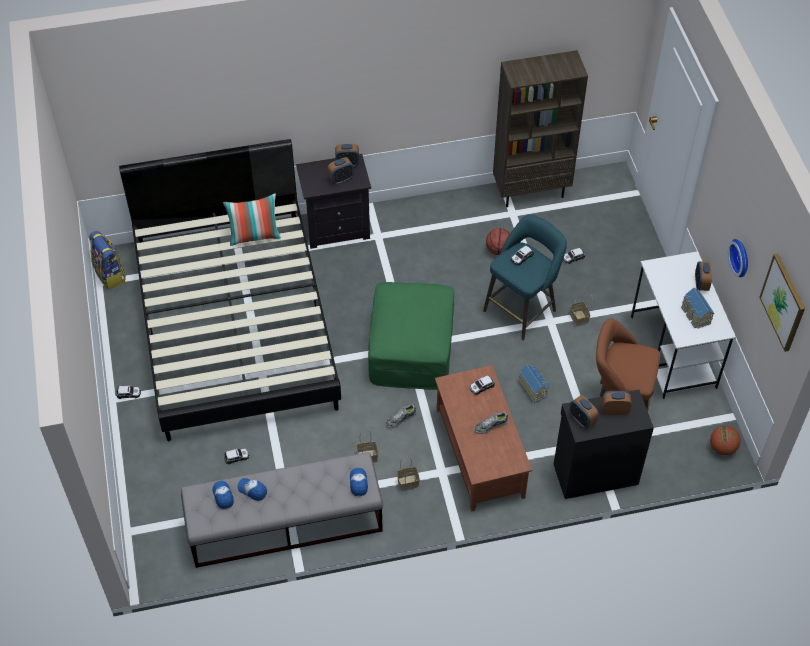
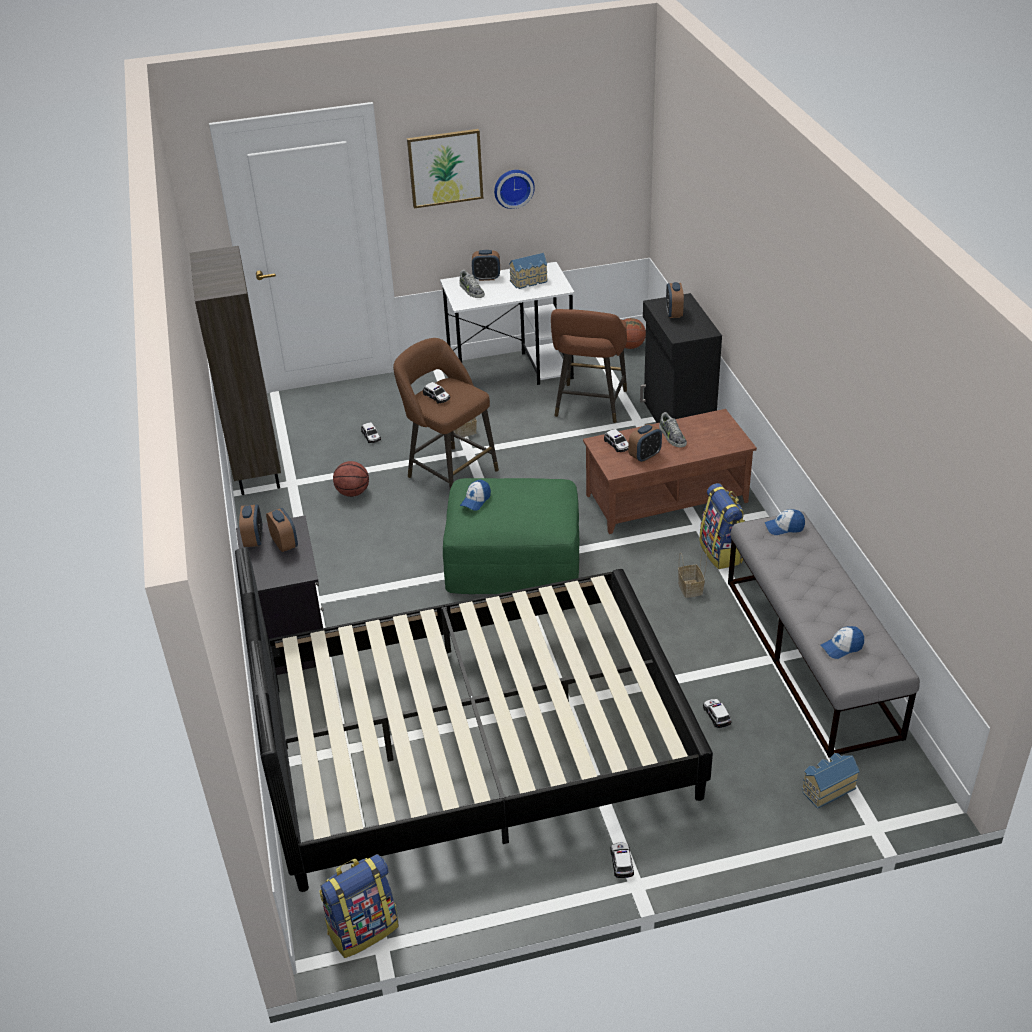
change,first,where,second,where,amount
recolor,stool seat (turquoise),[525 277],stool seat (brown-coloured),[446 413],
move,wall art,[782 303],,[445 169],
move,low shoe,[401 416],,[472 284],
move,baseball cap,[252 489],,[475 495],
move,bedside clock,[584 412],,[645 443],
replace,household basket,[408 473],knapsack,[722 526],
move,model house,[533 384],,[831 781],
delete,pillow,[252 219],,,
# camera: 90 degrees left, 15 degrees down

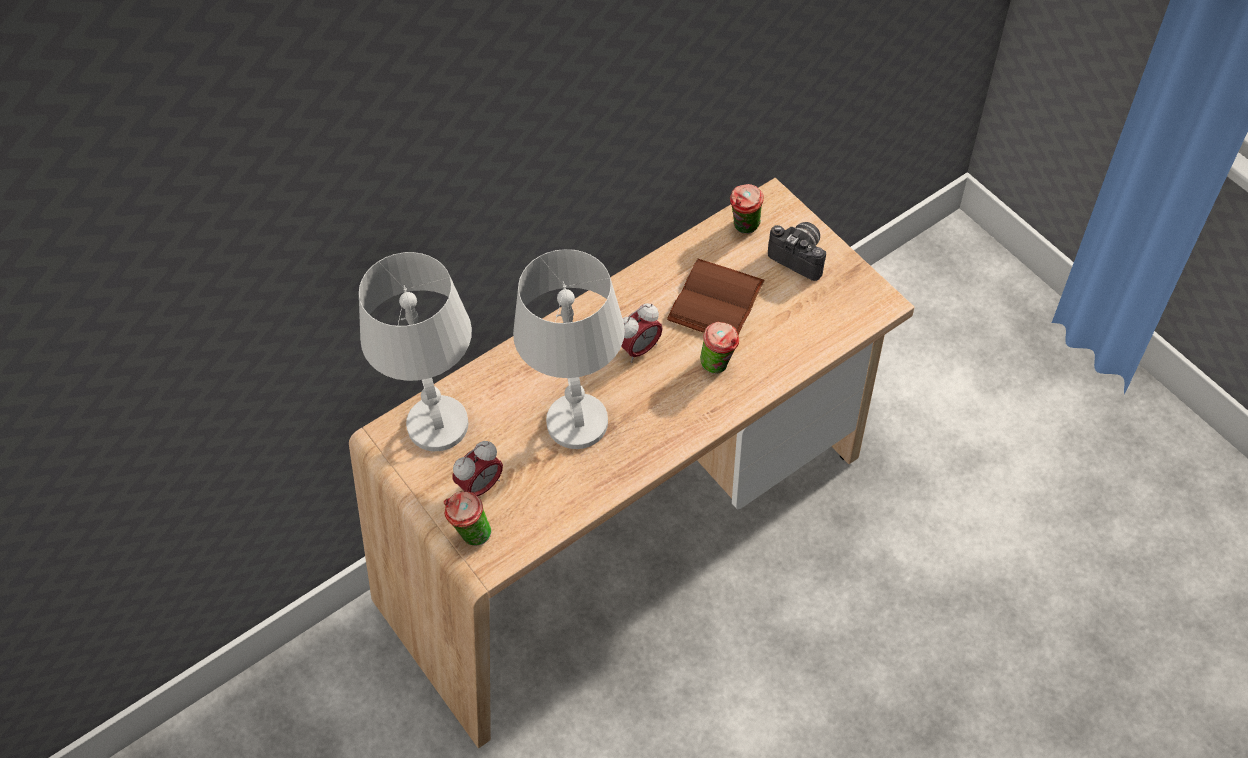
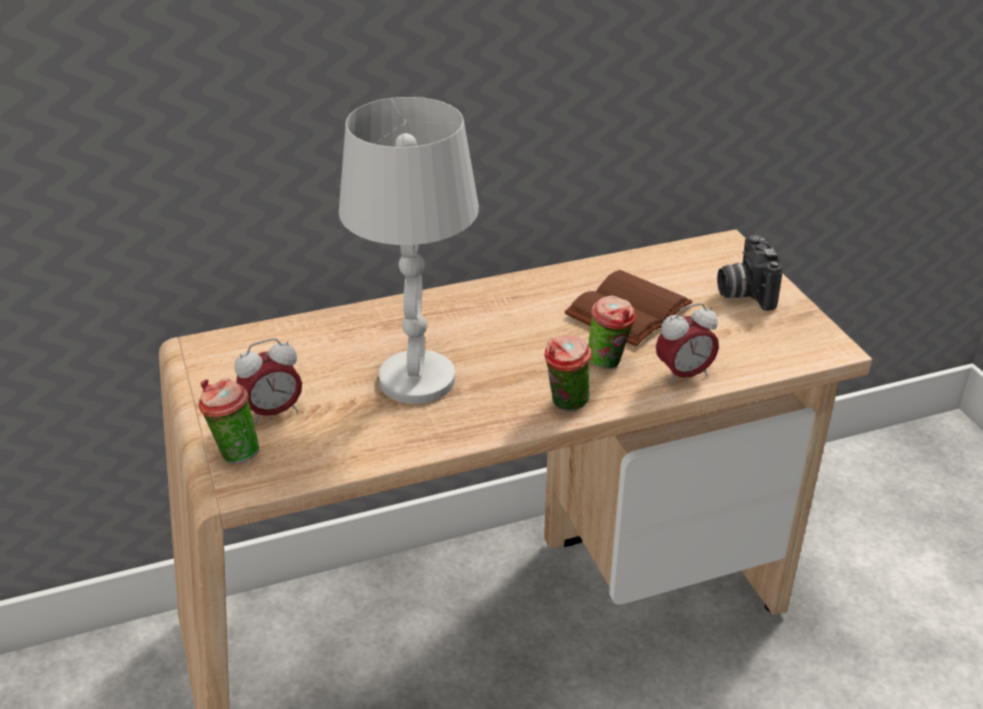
change,first,where,second,where,amount
move,drinking cup,[747 209],,[568 374],
move,bedside clock,[642 333],,[687 344],
rotate,still camera,[797 251],,[750 273],150 degrees counterclockwise
delete,tabletop lamp (white-coloured),[415 351],,,
# camera: 15 degrees right, 20 degrees down

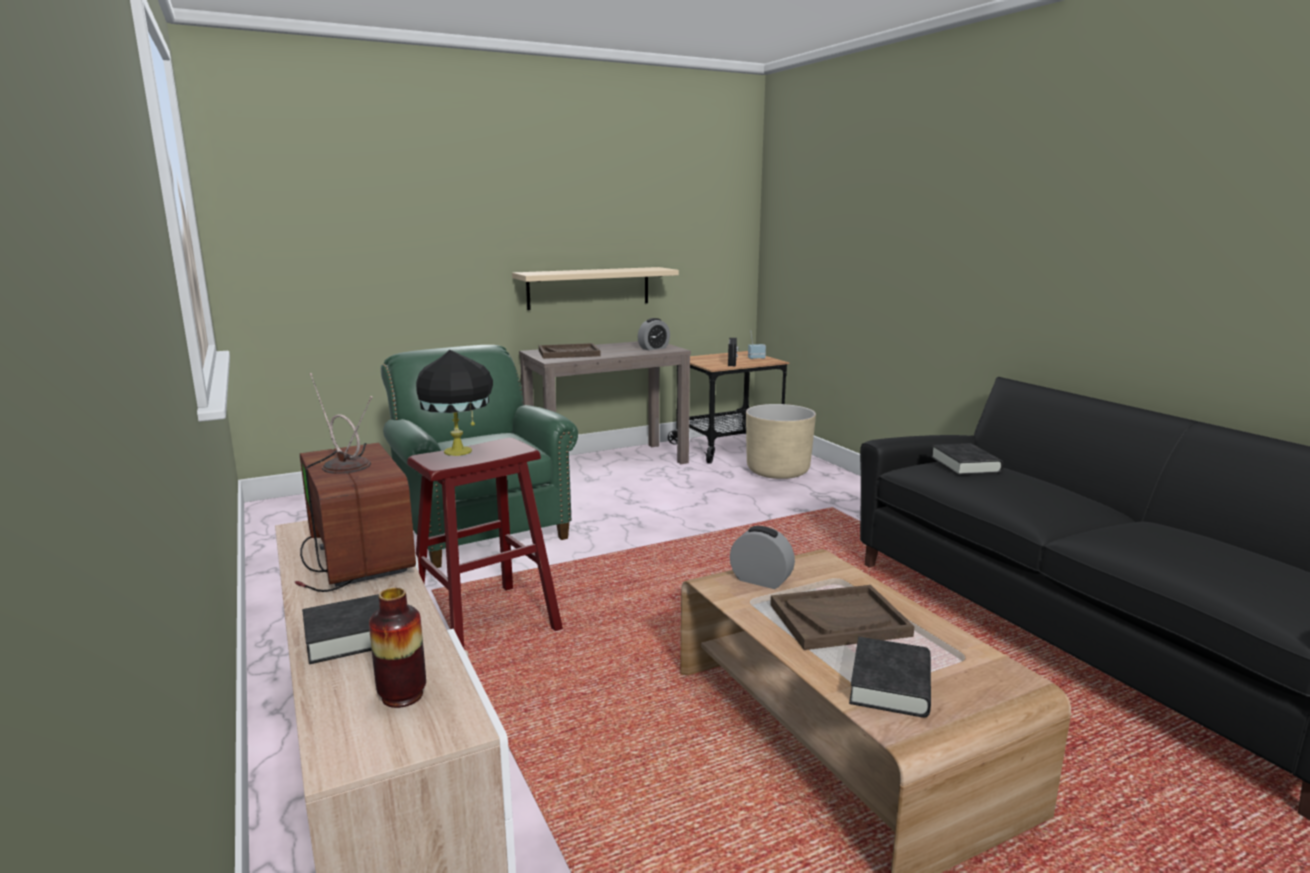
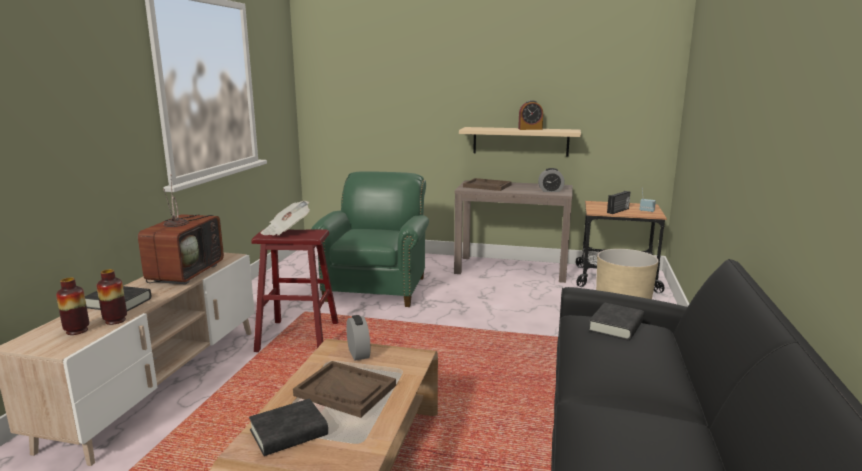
change,first,where,second,where,amount
insert,,,vase,[112 297],
replace,tabletop lamp (black),[454 403],daily paper,[285 218],
insert,,,bedside clock,[530 115],
# camera: 40 degrees right, 0 degrees up

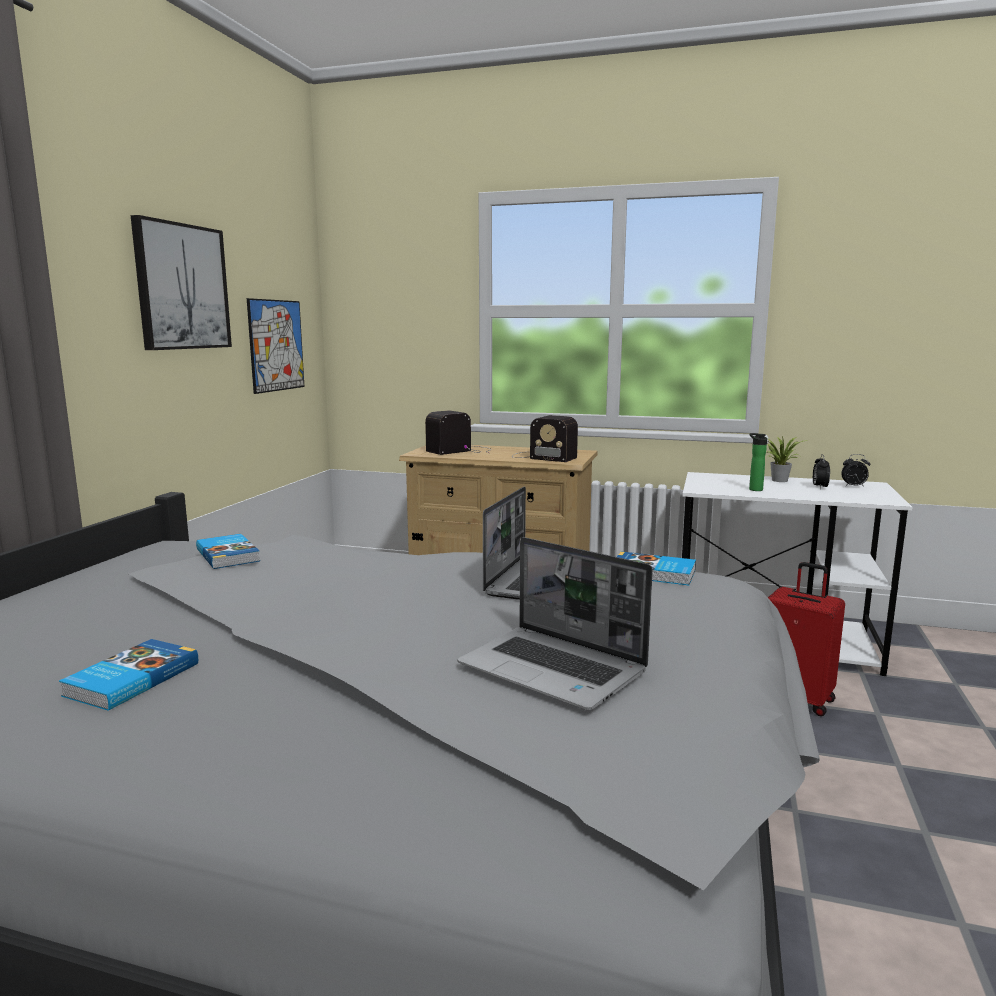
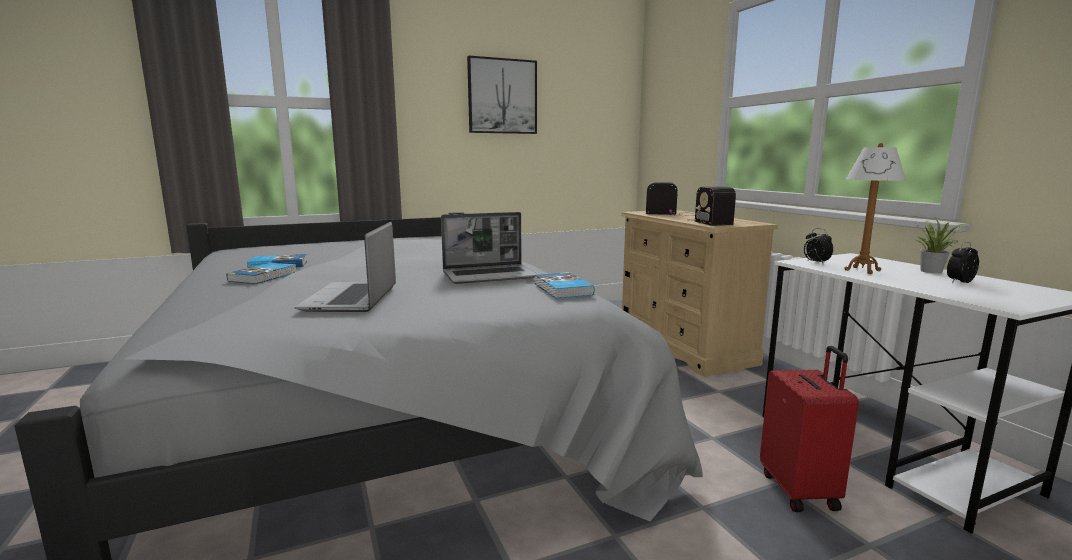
change,first,where,second,where,amount
move,book,[228 551],,[261 273],
move,bedside clock,[855 470],,[818 245],
replace,bottle,[758 462],tabletop lamp,[875 208],
delete,wall art,[276 346],,,
# camera: 50 degrees right, 0 degrees up

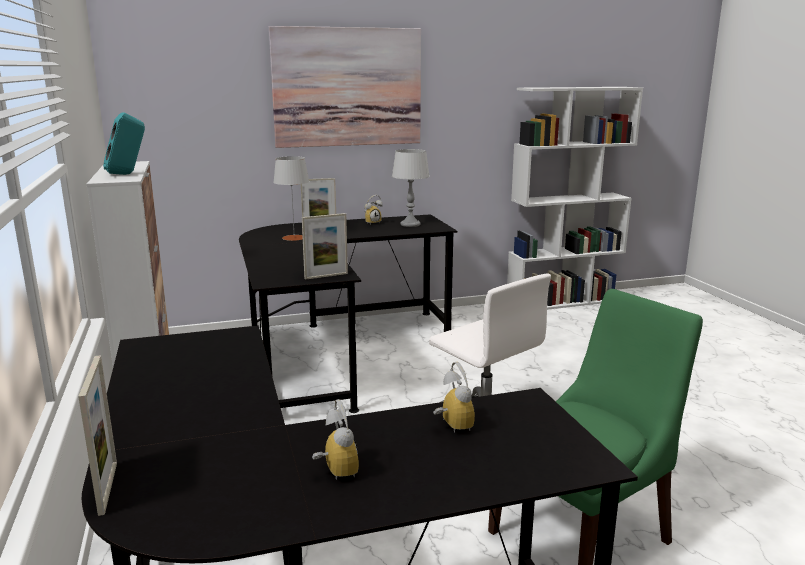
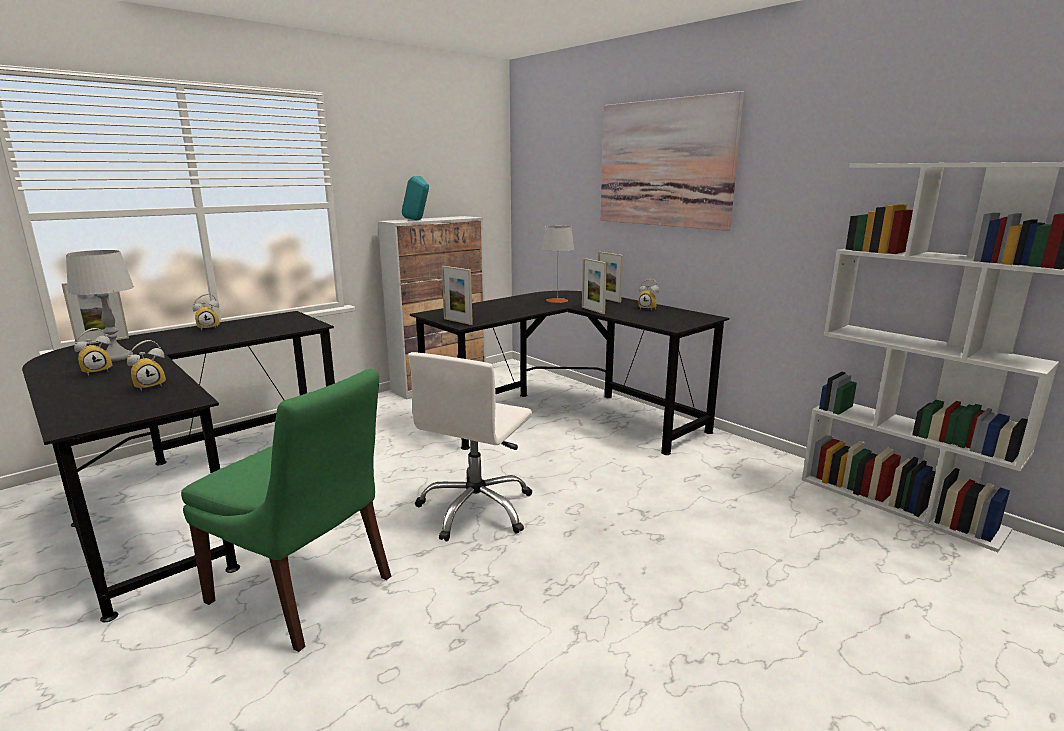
change,first,where,second,where,amount
move,tabletop lamp (gray),[411 188],,[100 306],
insert,,,bedside clock,[206 312],
insert,,,standing frame,[594 286],
# camera: 65 degrees right, 0 degrees up

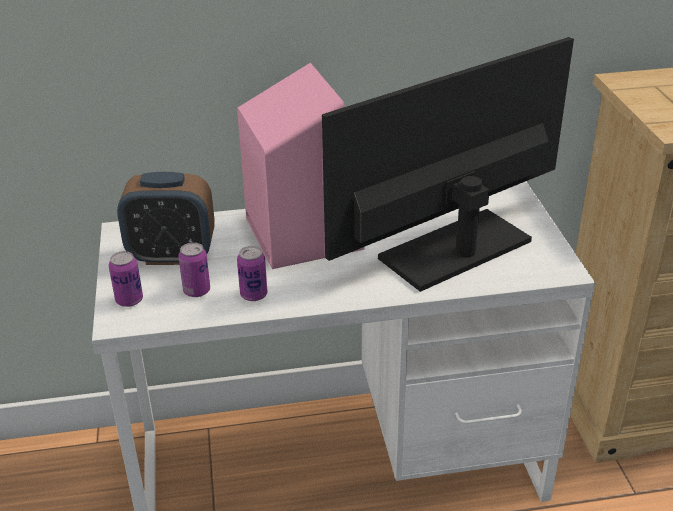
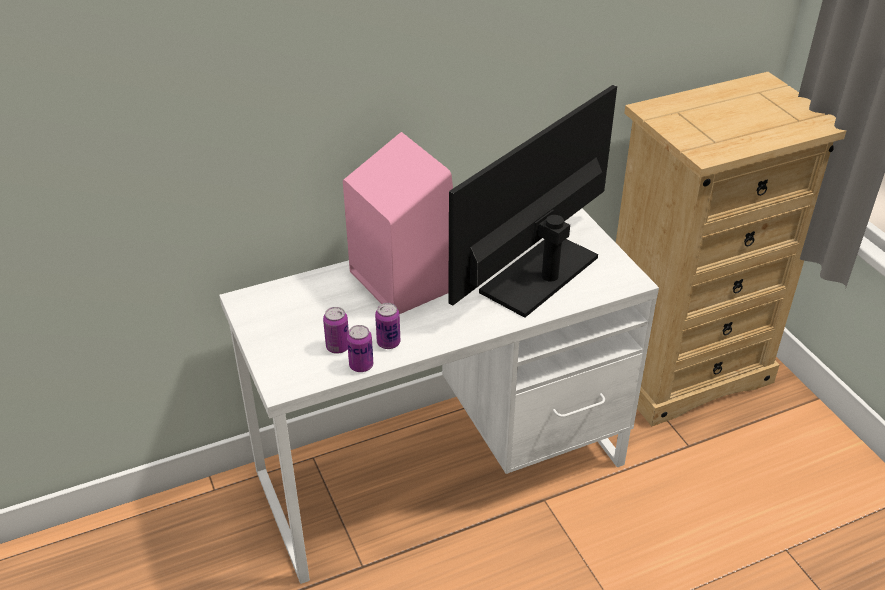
change,first,where,second,where,amount
move,sealed can,[126 279],,[360 348],
delete,bedside clock,[166 218],,,
# camera: 15 degrees left, 5 degrees up

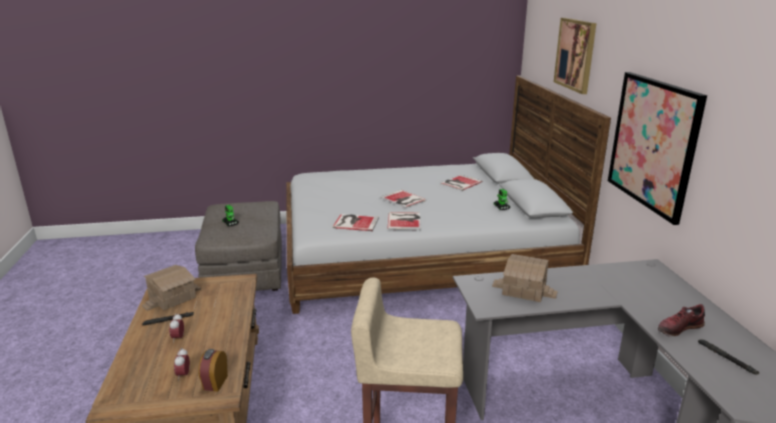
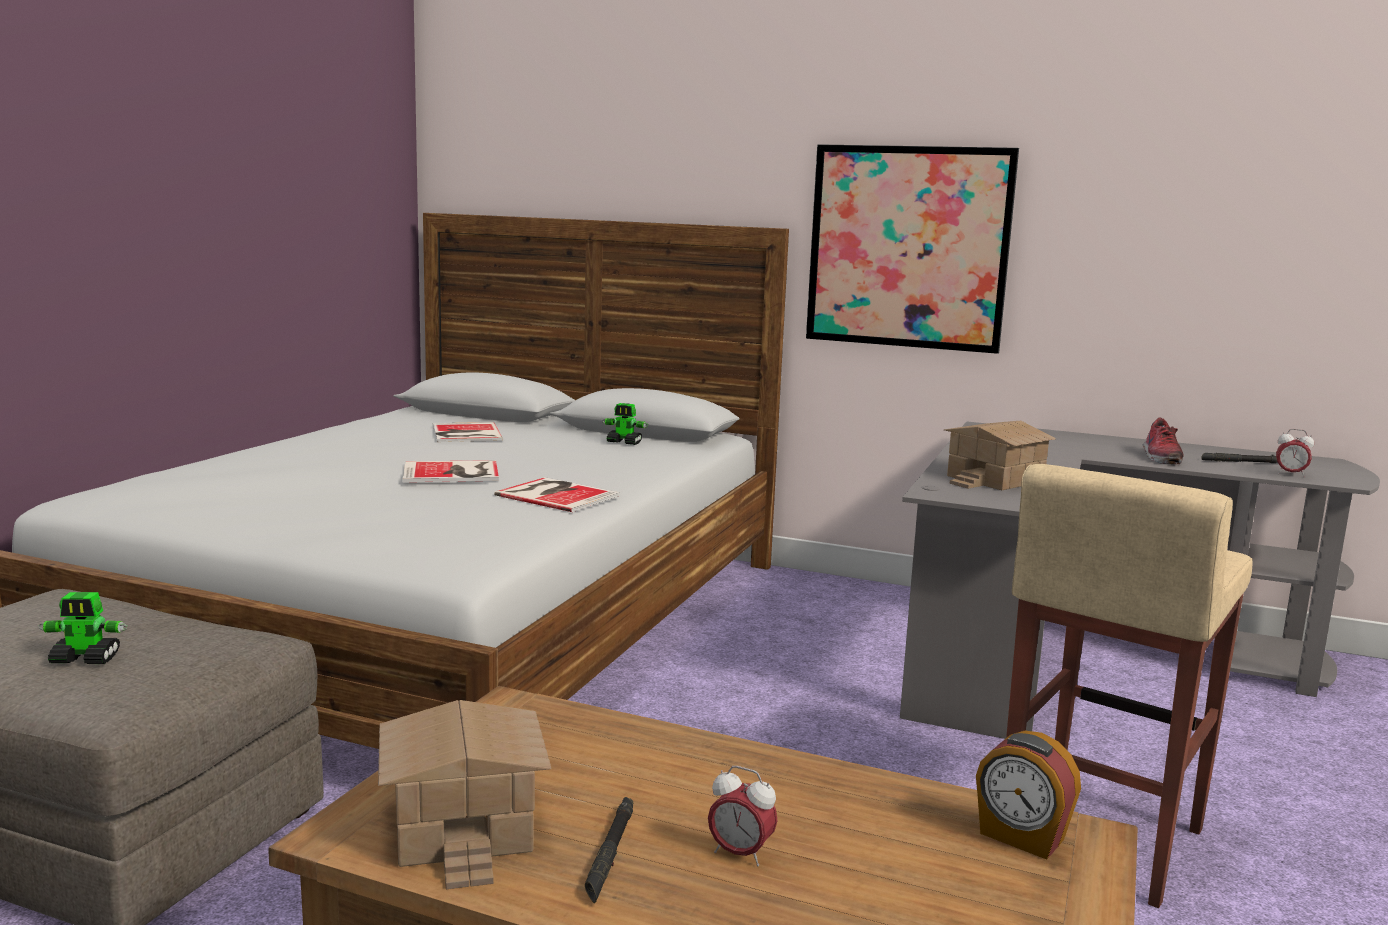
change,first,where,second,where,amount
move,bedside clock,[182 364],,[1295 453],
delete,book,[355 222],,,
delete,wall art,[575 56],,,
# camera: 60 degrees left, 10 degrees down

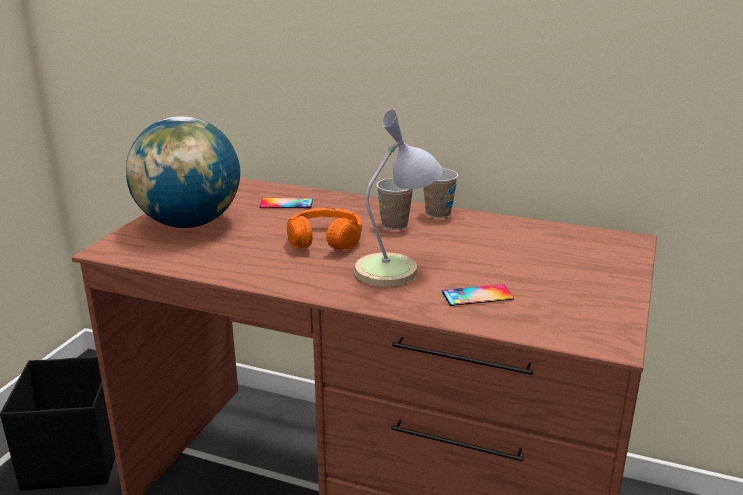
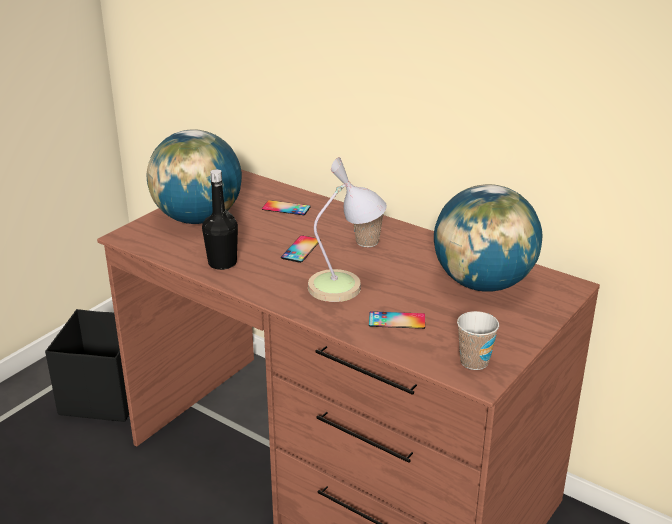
change,first,where,second,where,amount
insert,,,bottle (black),[220 219],
replace,pair of headphones (orangey),[324 229],telephone,[301 249],
insert,,,world globe,[488 238],
move,drinking cup,[440 193],,[478 340],
# camera: 15 degrees right, 5 degrees up

